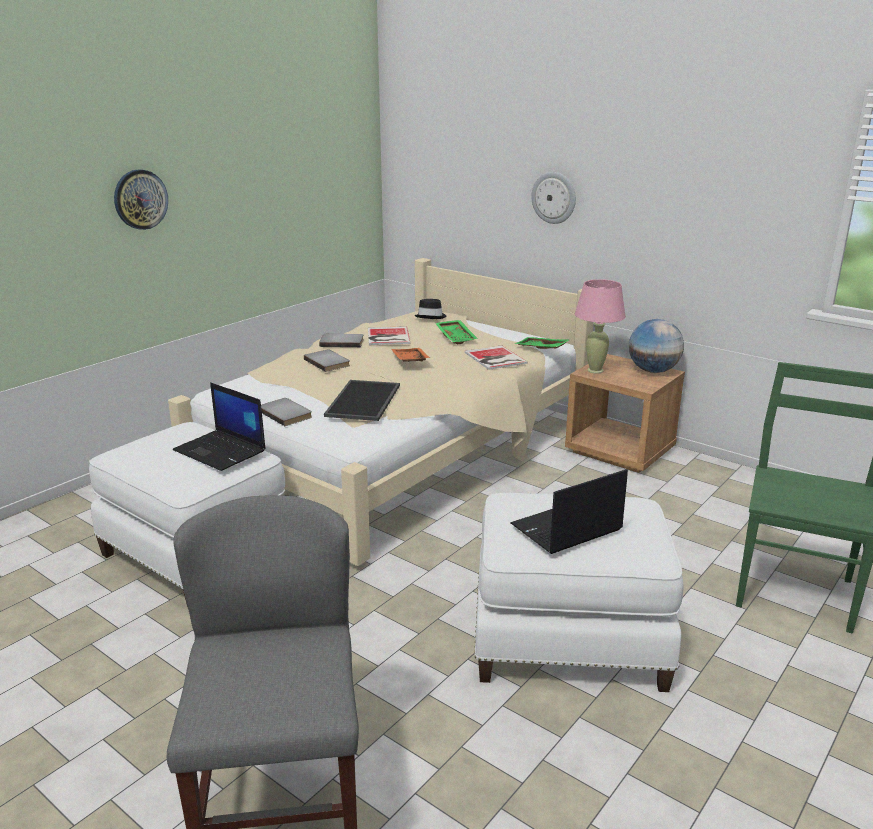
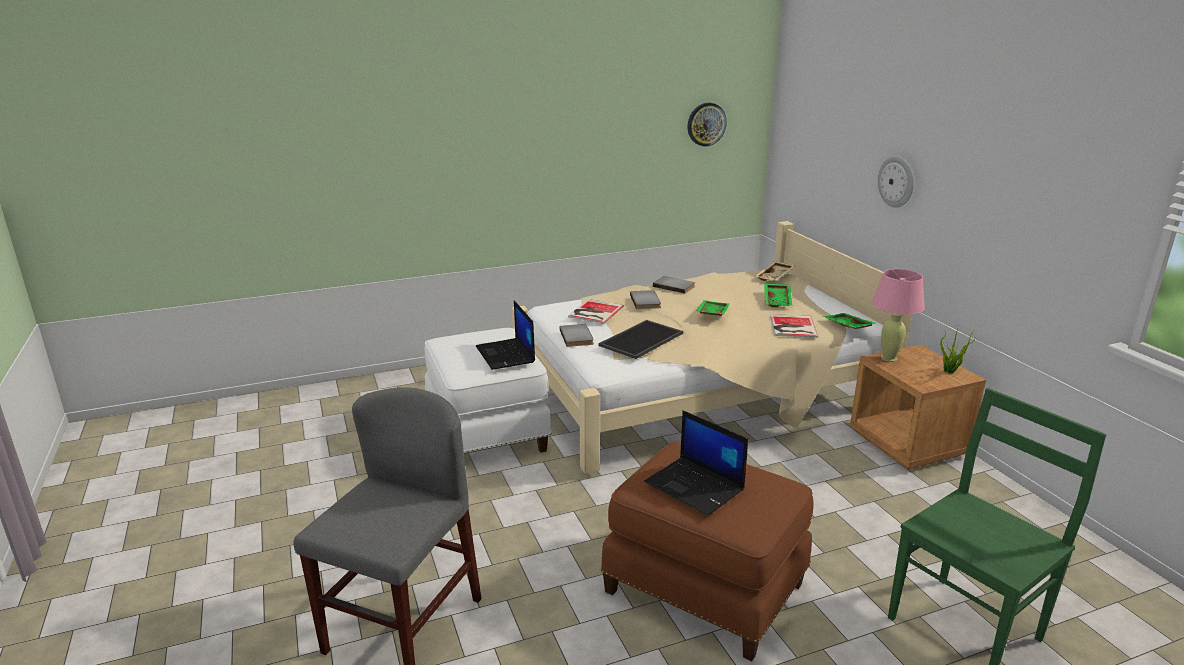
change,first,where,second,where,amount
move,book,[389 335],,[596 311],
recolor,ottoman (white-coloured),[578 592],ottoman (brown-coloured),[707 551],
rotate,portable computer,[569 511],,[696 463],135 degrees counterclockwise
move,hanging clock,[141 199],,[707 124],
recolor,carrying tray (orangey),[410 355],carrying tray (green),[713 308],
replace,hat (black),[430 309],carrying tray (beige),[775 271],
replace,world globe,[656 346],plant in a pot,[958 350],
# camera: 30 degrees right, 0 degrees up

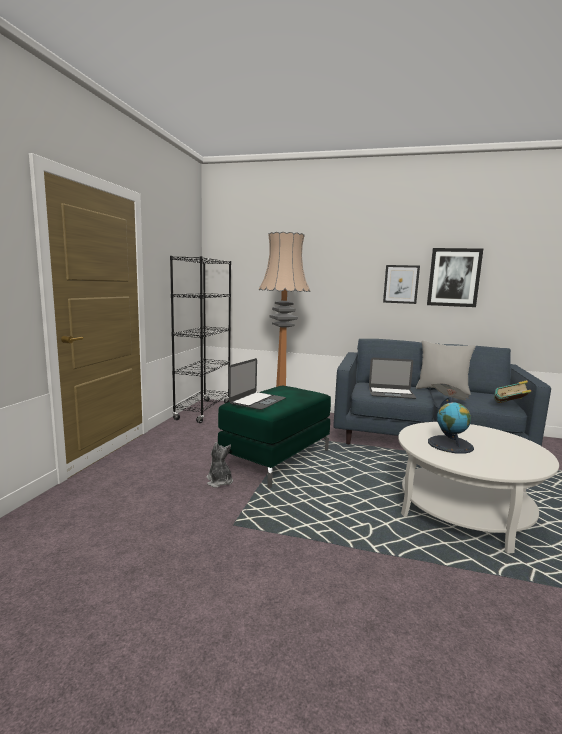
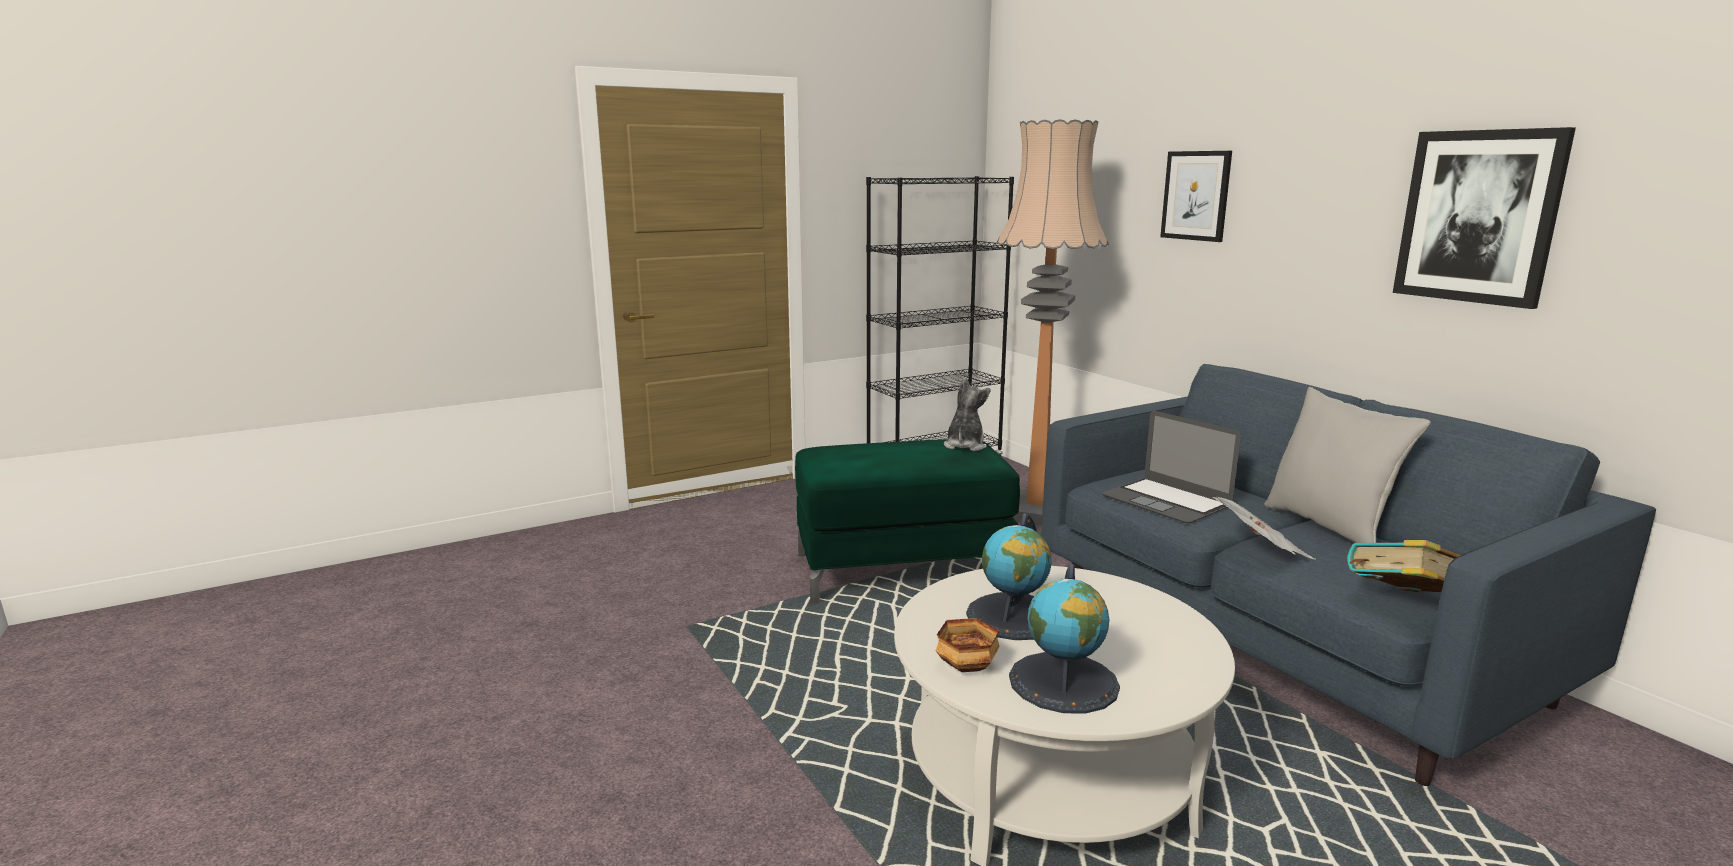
change,first,where,second,where,amount
insert,,,serving bowl,[968 645],
move,cuddly toy,[219 465],,[967 414],
insert,,,world globe,[1064 639],
move,wall art,[401 284],,[1196 196],
delete,portable computer,[257 384],,,
# camera: 45 degrees right, 5 degrees up

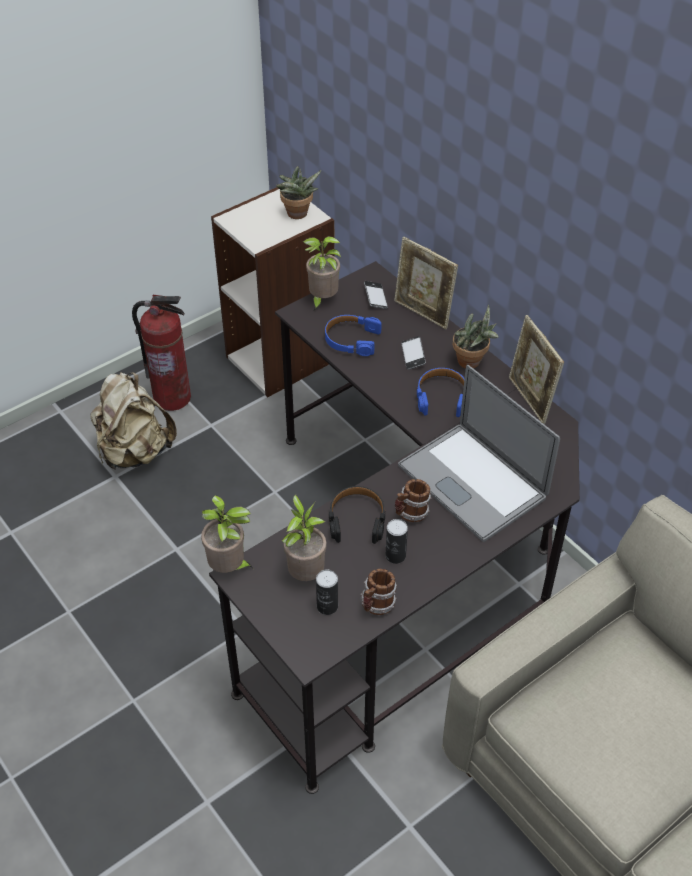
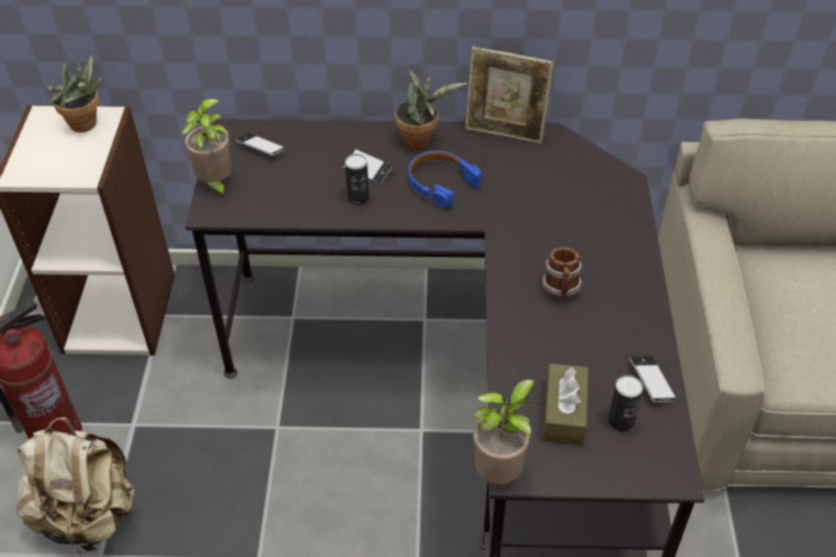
change,first,where,second,where,amount
move,sealed can,[396 541],,[357 179],
replace,plant in a pot,[304 538],tissue holder (brown-coloured),[565 404],
replace,tea mug,[378 592],telephone,[653 379],
delete,pair of headphones (bluish),[353 335],,,
delete,pair of headphones (black),[357 515],,,
delete,standing frame,[426 283],,,
delete,portable computer,[479 453],,,
# camera: 50 degrees left, 0 degrees up

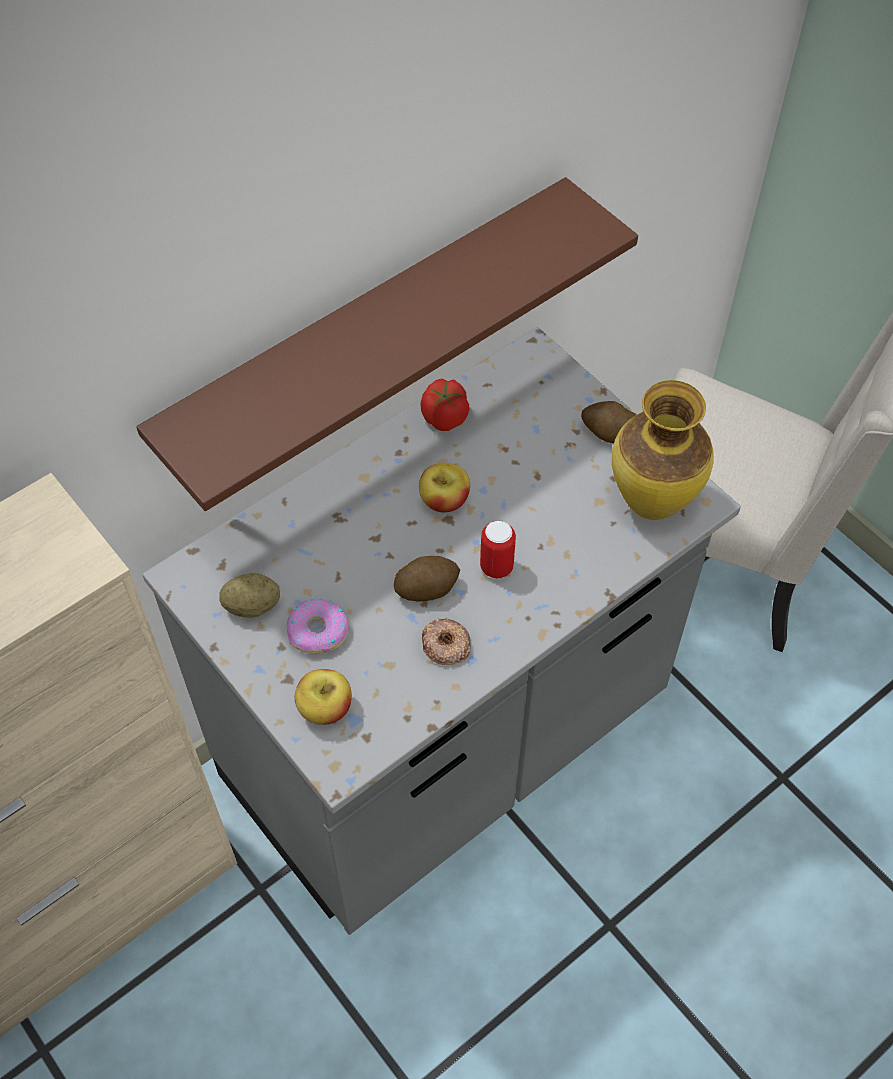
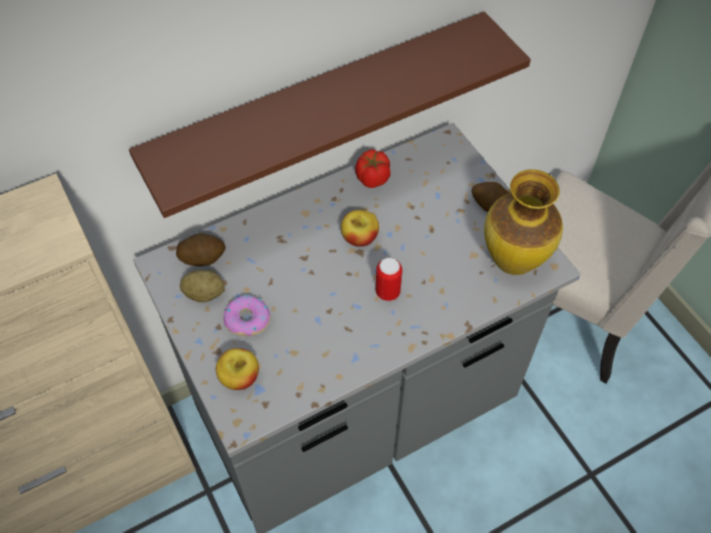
change,first,where,second,where,amount
move,potato,[427 578],,[201 250],
delete,ring doughnut,[446 641],,,
# camera: 10 degrees right, 0 degrees up

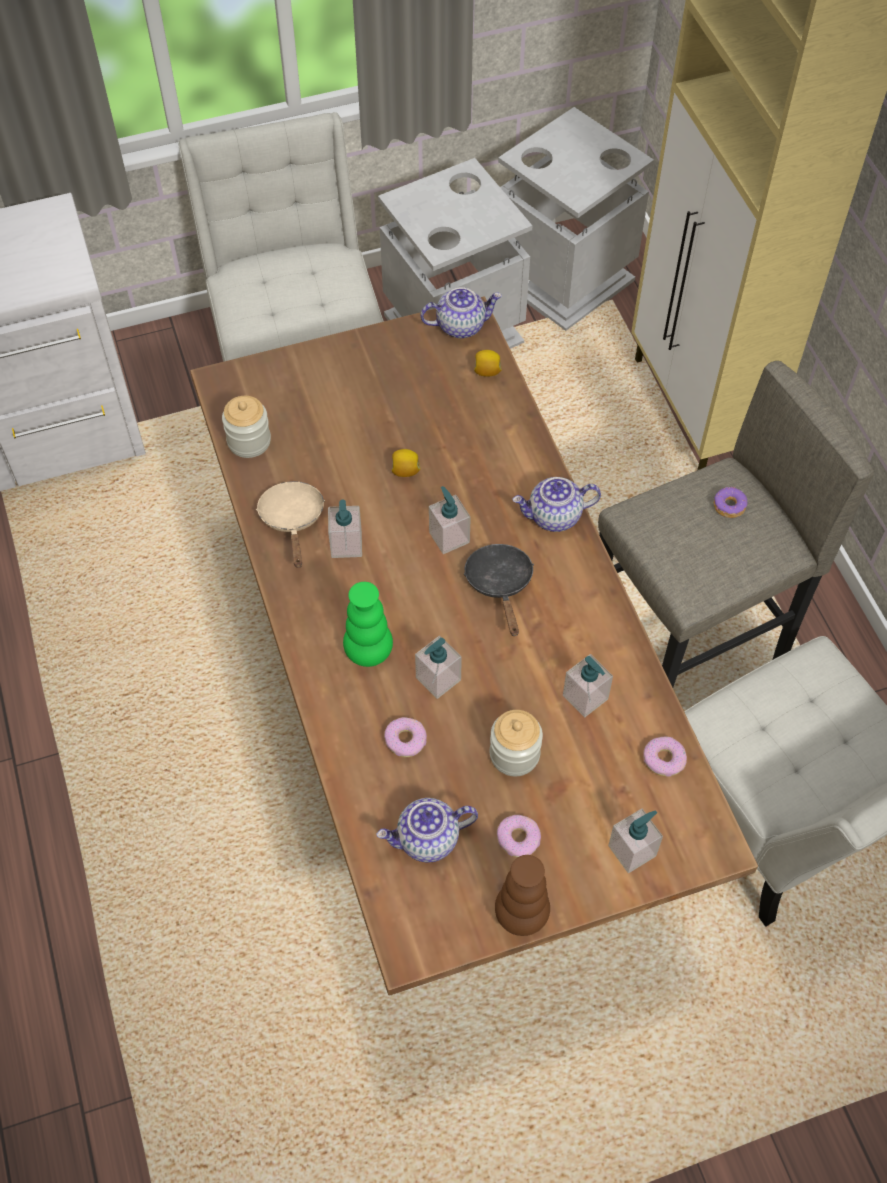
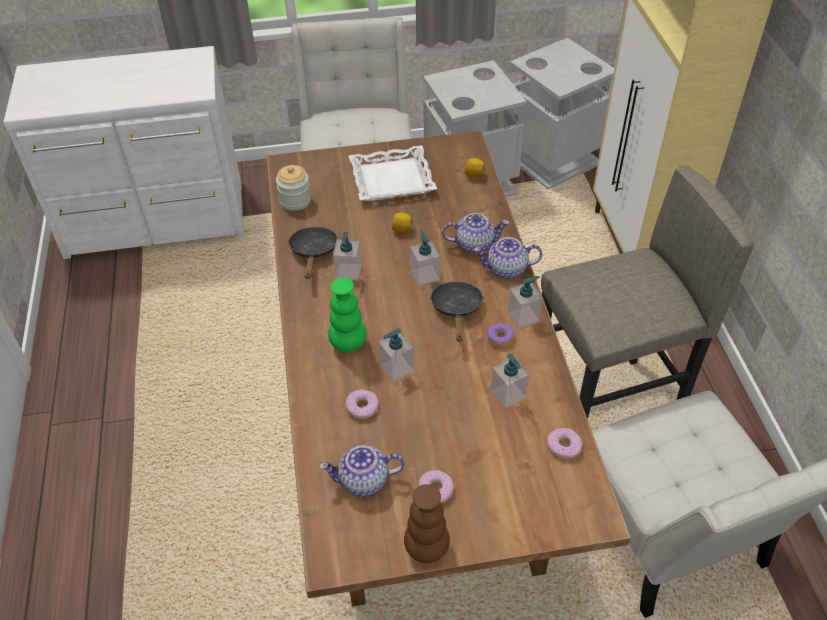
change,first,where,second,where,amount
recolor,frying pan (beige),[290 524],frying pan (black),[313 253],
insert,,,carrying tray (white-coloured),[393 173],
move,teapot,[461 312],,[475 233],
move,ring doughnut,[731 502],,[500 334],
move,liquid soap bottle,[635 841],,[525 302],
delete,preserve jar,[516 743],,,
# camera: 10 degrees right, 10 degrees down

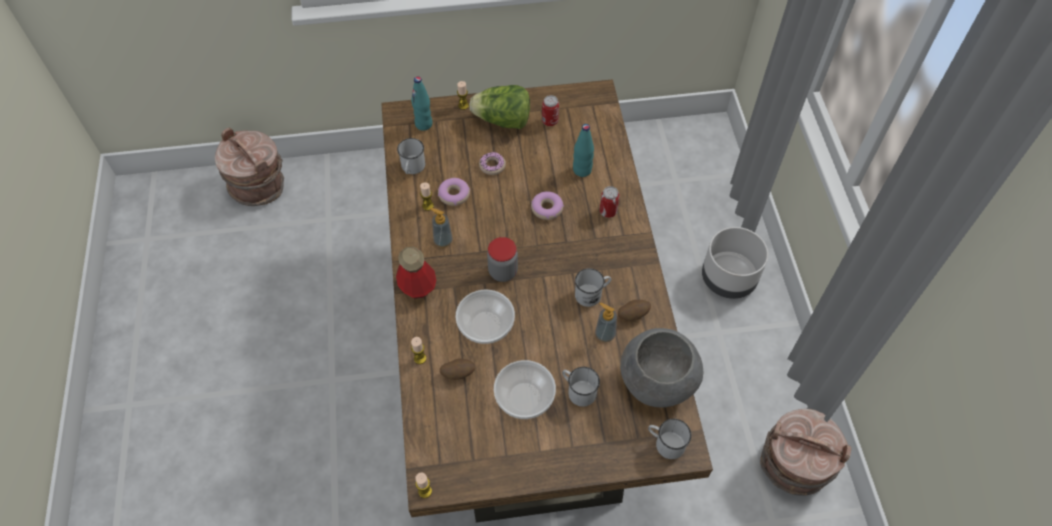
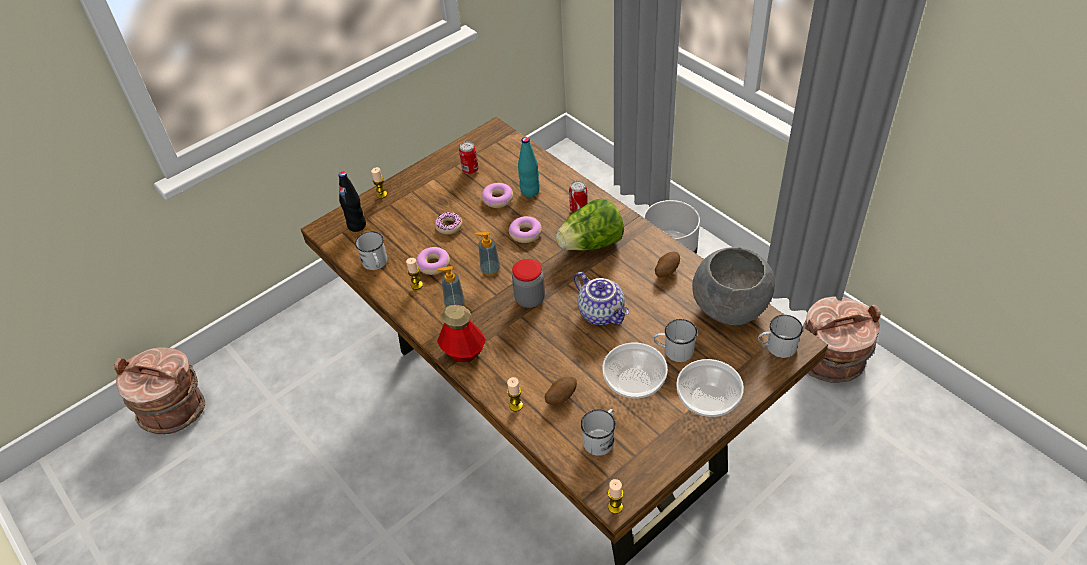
change,first,where,second,where,amount
recolor,bottle (turquoise),[421 103],bottle (black),[352 202],
move,liquid soap bottle,[606 322],,[487 254],
insert,,,ring doughnut,[497 195],
move,head of lettuce,[499 107],,[590 225],
insert,,,teapot,[601 298],
move,tea mug (white-coloured),[593 287],,[598 432],
move,serving bowl,[485 317],,[710 388],
# camera: 30 degrees left, 10 degrees down

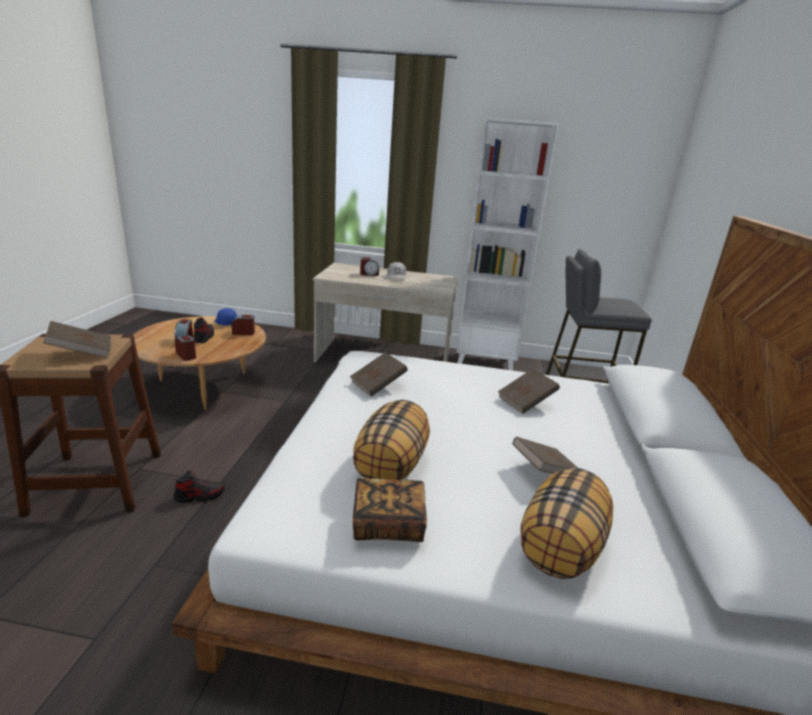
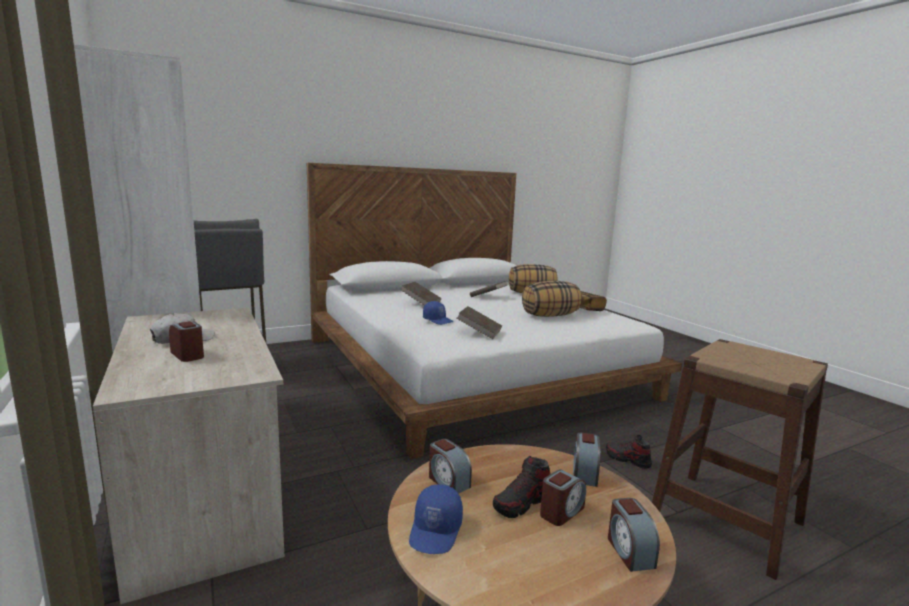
change,first,where,second,where,amount
insert,,,baseball cap (bluish),[438 313],
insert,,,bedside clock,[634 535],
delete,book (brown-coloured),[77 339],,,
# camera: 125 degrees left, 10 degrees down

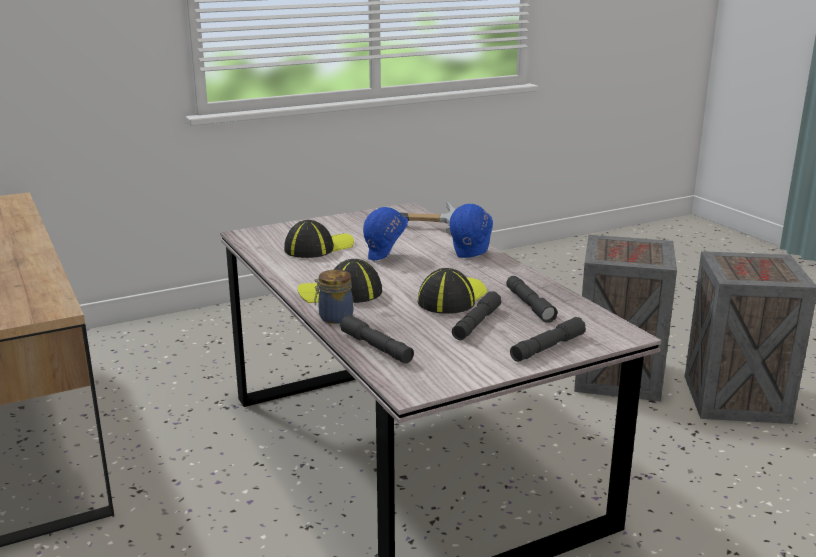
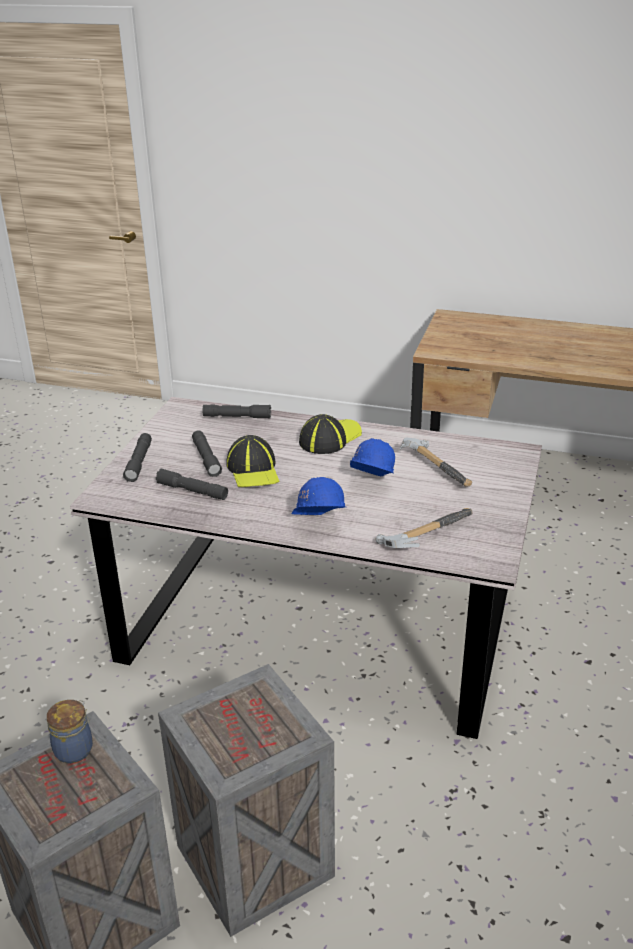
change,first,where,second,where,amount
move,preserve jar,[333 297],,[70 731],
replace,baseball cap,[319 239],tool hammer,[436 462],
# camera: 135 degrees right, 10 degrees up

